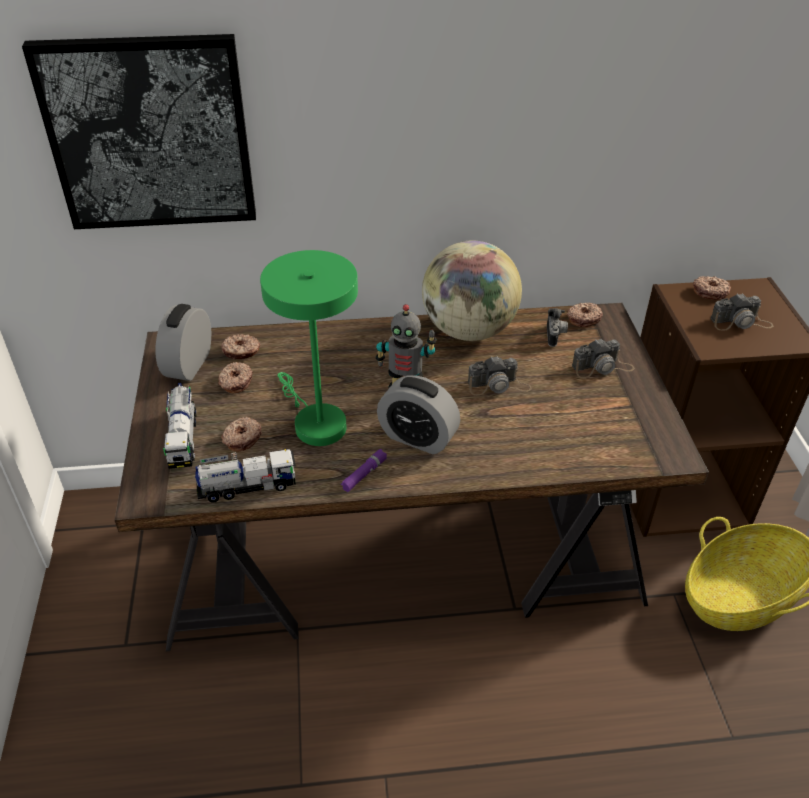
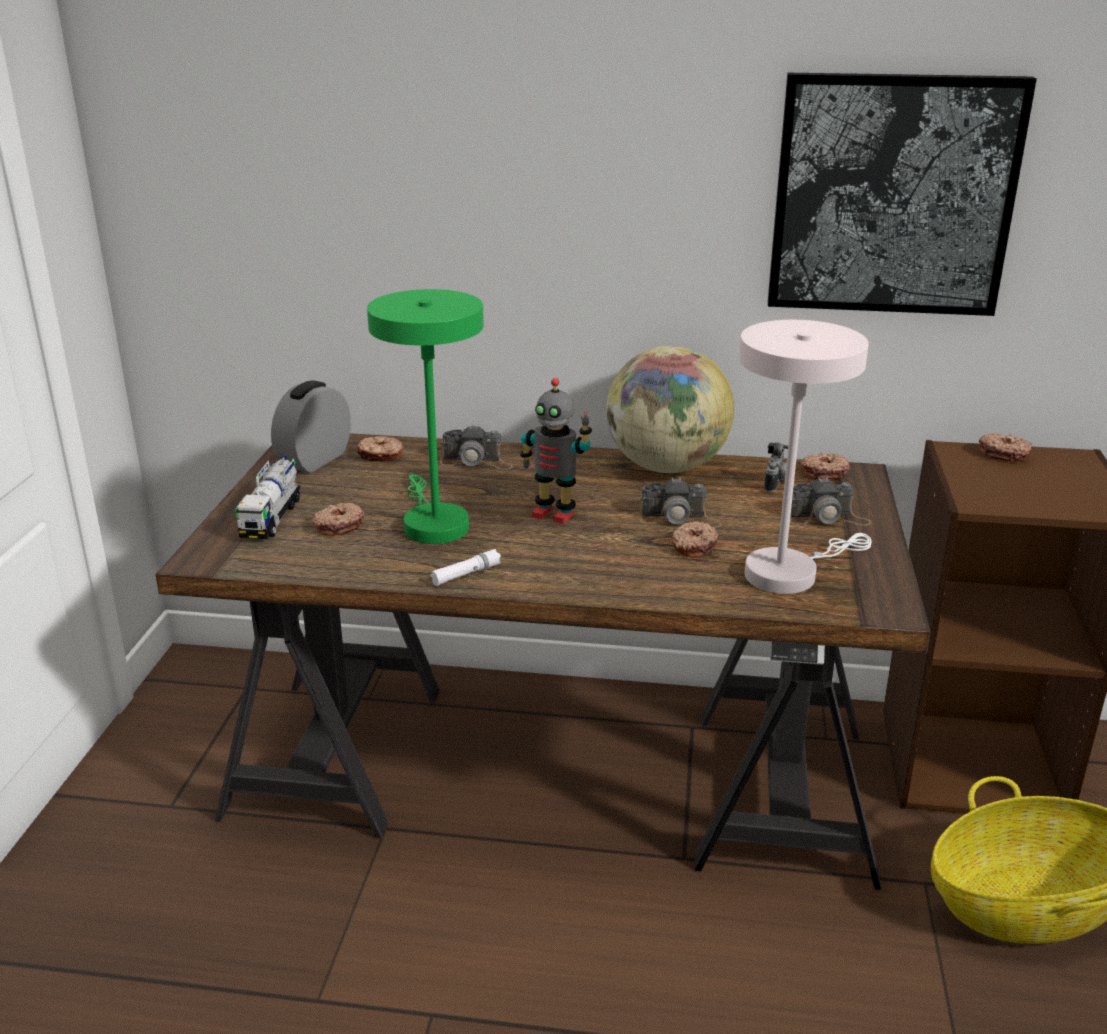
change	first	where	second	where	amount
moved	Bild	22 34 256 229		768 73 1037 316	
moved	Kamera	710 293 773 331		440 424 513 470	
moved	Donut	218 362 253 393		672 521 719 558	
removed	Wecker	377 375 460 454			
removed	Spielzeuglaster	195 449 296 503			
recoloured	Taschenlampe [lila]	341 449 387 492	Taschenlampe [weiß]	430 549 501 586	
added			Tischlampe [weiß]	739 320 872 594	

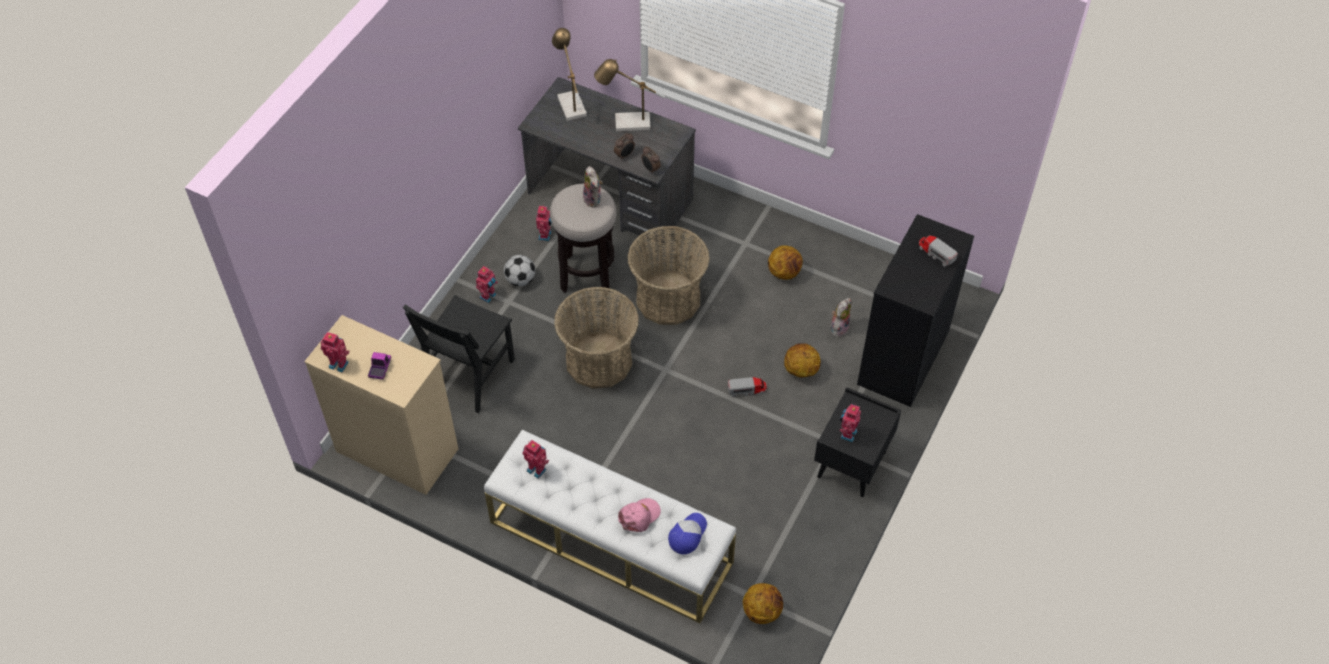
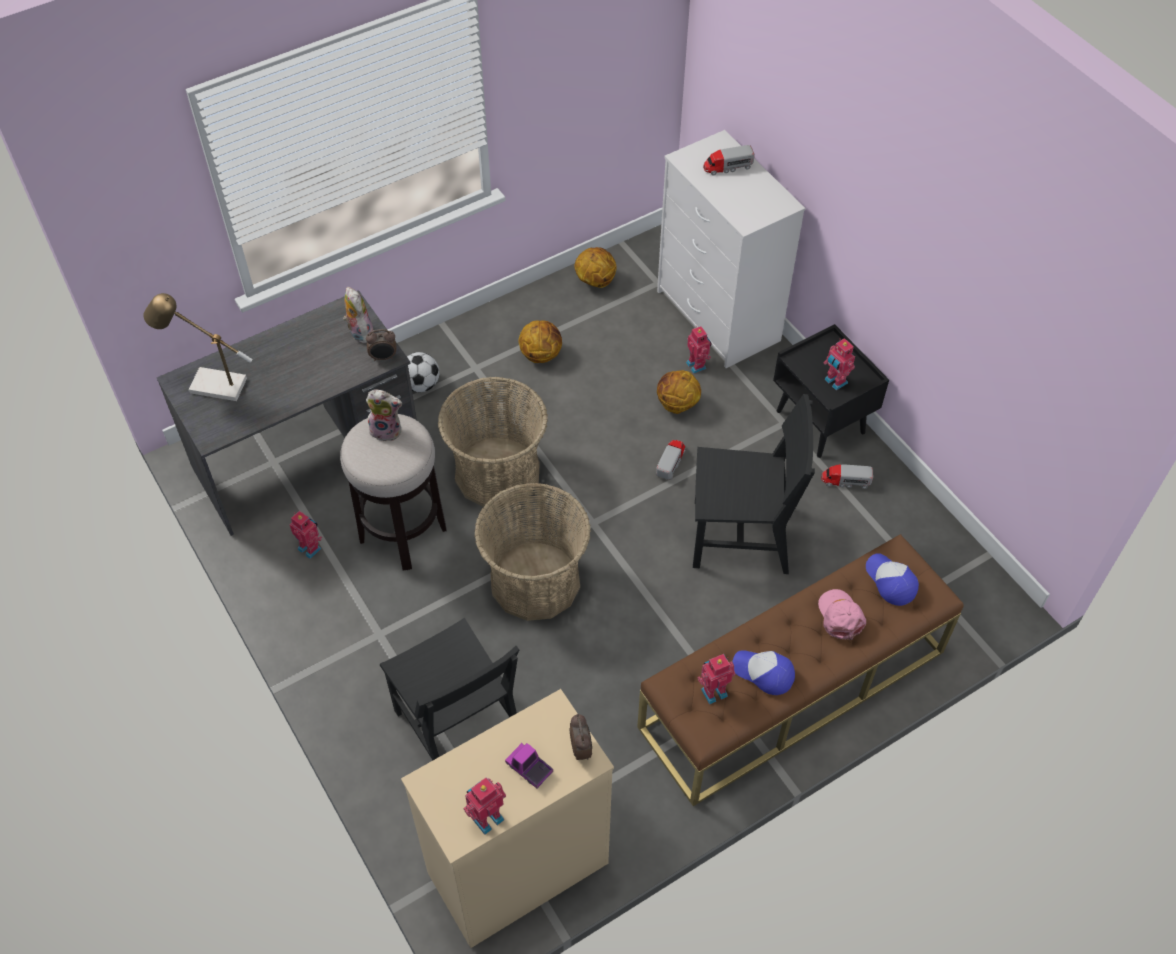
change	first	where	second	where	amount
removed	Tischlampe	594 59 665 131			
moved	Wecker	614 133 635 160		570 714 592 760	
recoloured	Kommode [schwarz]	857 214 974 407	Kommode [weiß]	657 130 805 368	
moved	Fußball	504 255 535 286		407 352 439 392	
moved	Spielzeugroboter	476 266 498 303		686 326 712 374	
moved	Plüschtier	831 298 851 337		343 287 373 343	
recoloured	Bank [weiß]	484 430 736 623	Bank [braun]	637 534 964 806	
moved	Basketball	743 583 783 624		574 247 617 288	
added			Stuhl [schwarz]	693 394 815 574	
added			Spielzeuglaster	821 464 873 489	
added			Kappe	733 650 795 695	

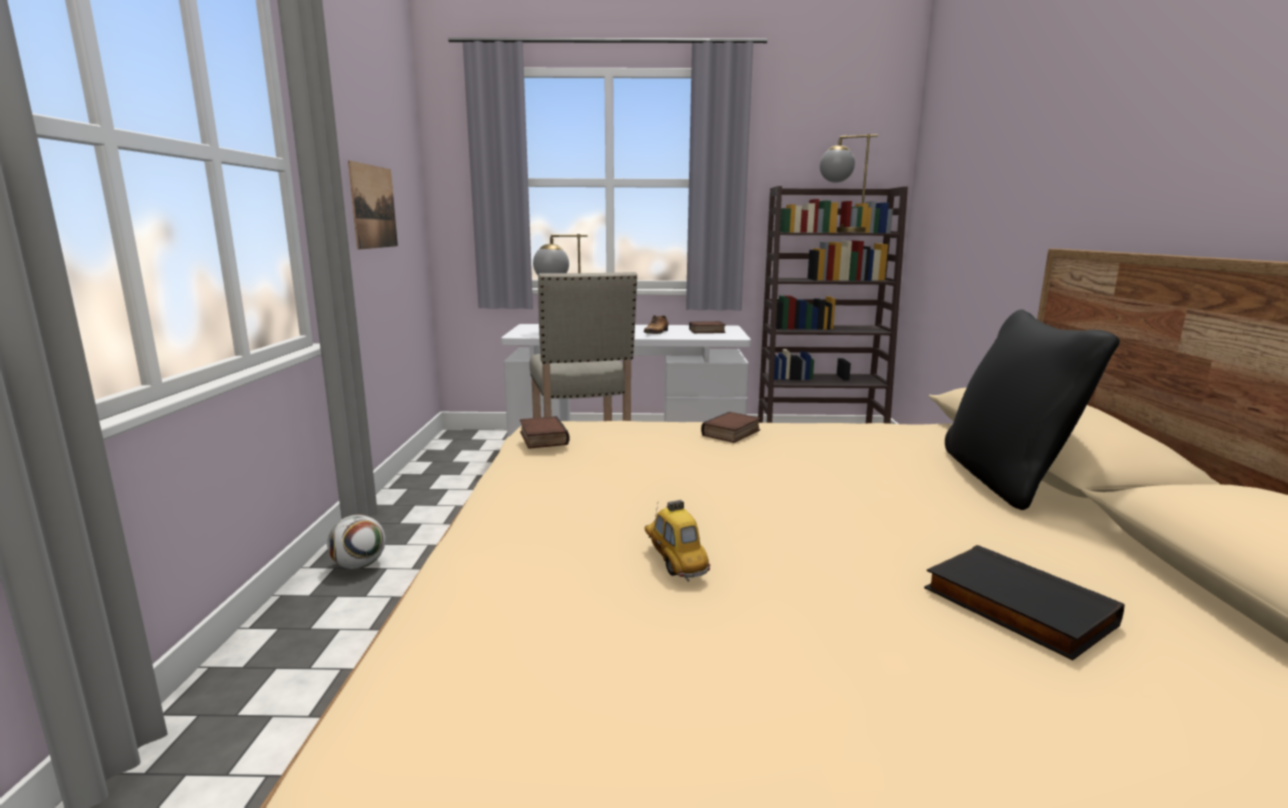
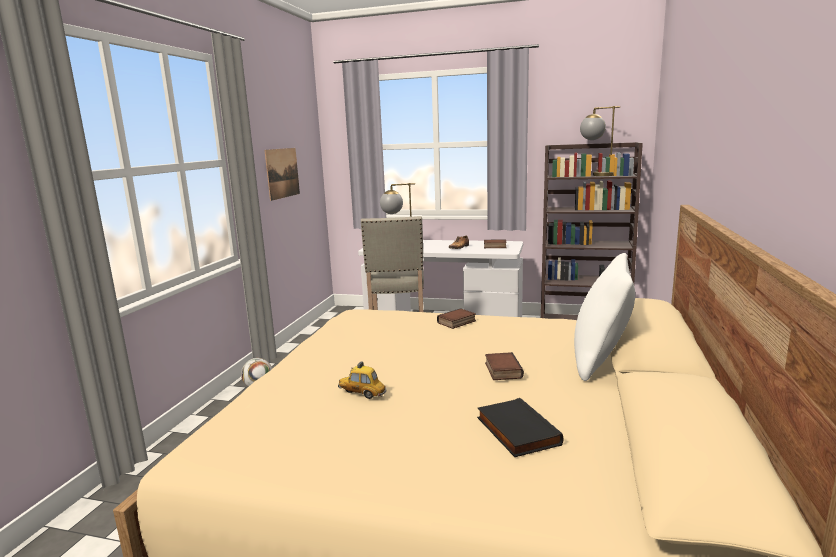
change	first	where	second	where	amount
recoloured	Kissen [schwarz]	945 309 1120 510	Kissen [weiß]	574 253 635 381	
moved	Buch	520 416 569 449		485 352 524 380	
turned	Spielzeugauto	645 500 710 582		338 361 386 399	60 degrees counterclockwise

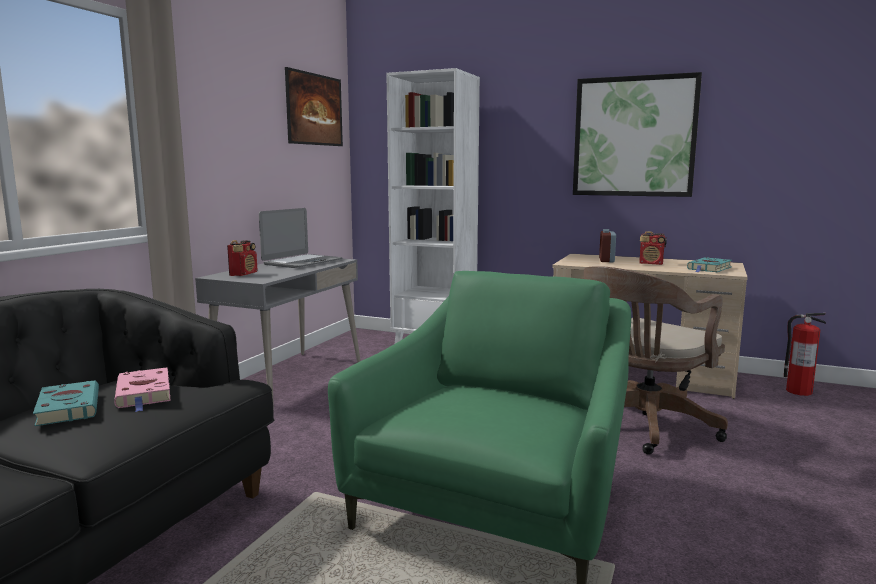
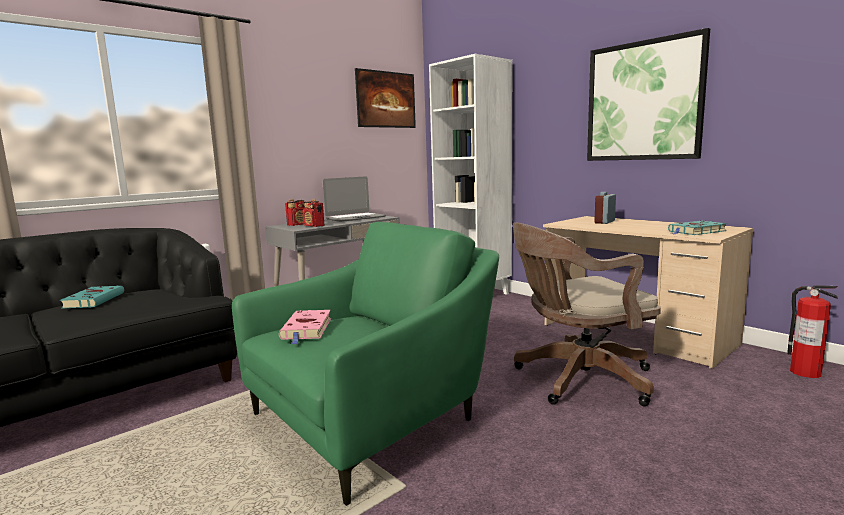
change	first	where	second	where	amount
moved	Radio	639 231 667 265		302 199 325 227	
moved	Buch [rosa]	114 367 171 412		279 310 331 344	

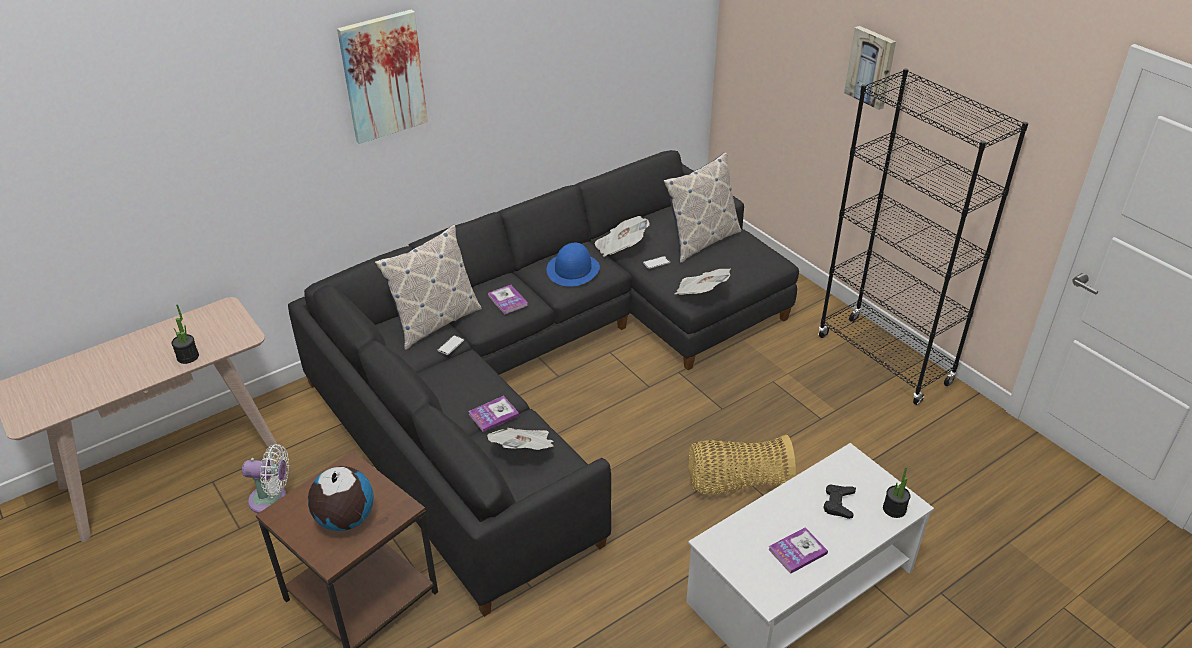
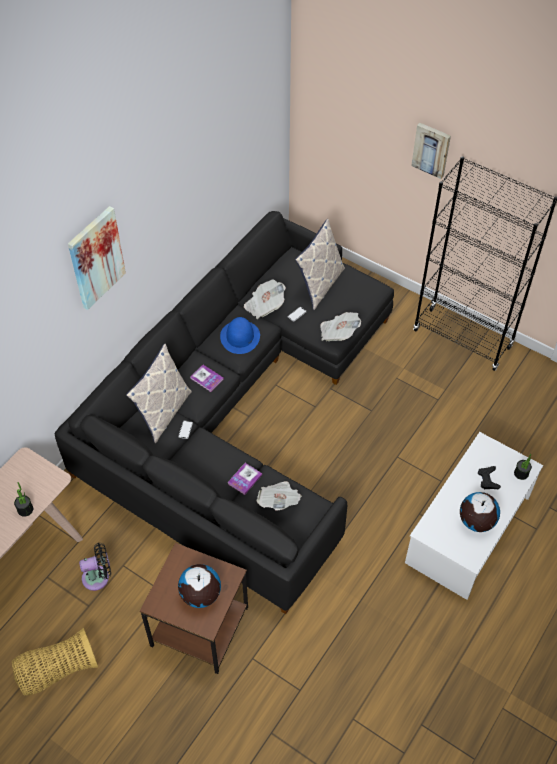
change	first	where	second	where	amount
moved	Korb	688 435 796 494		12 628 98 695	
recoloured	Ventilator [weiß]	242 444 289 513	Ventilator [schwarz]	79 543 111 591	
replaced	Buch	768 527 828 574	Globus	460 492 500 532	

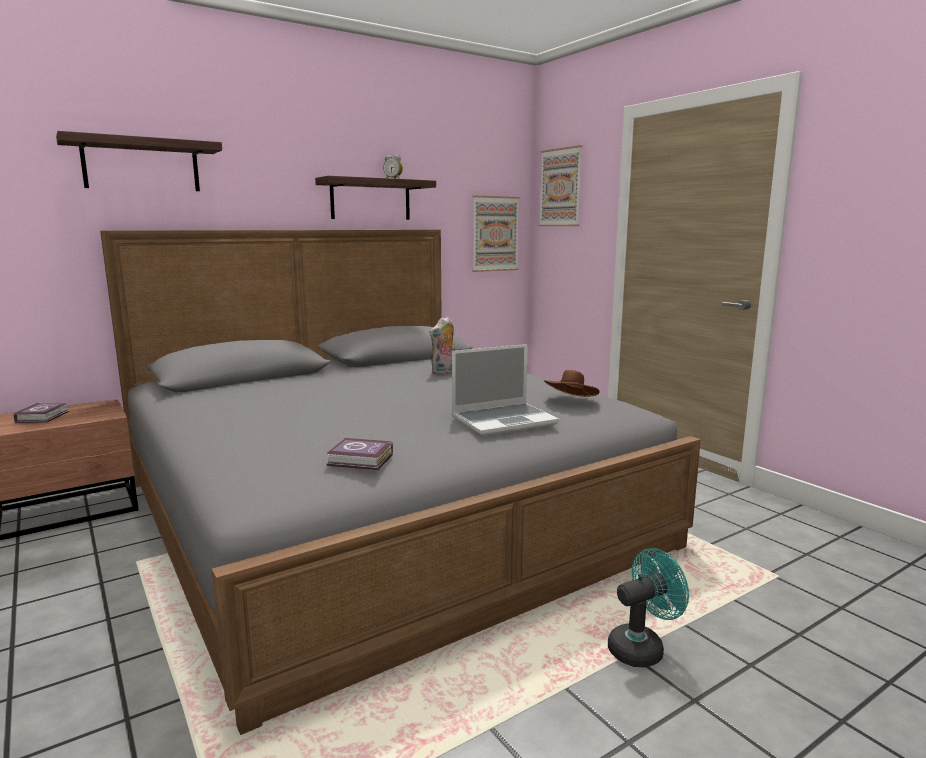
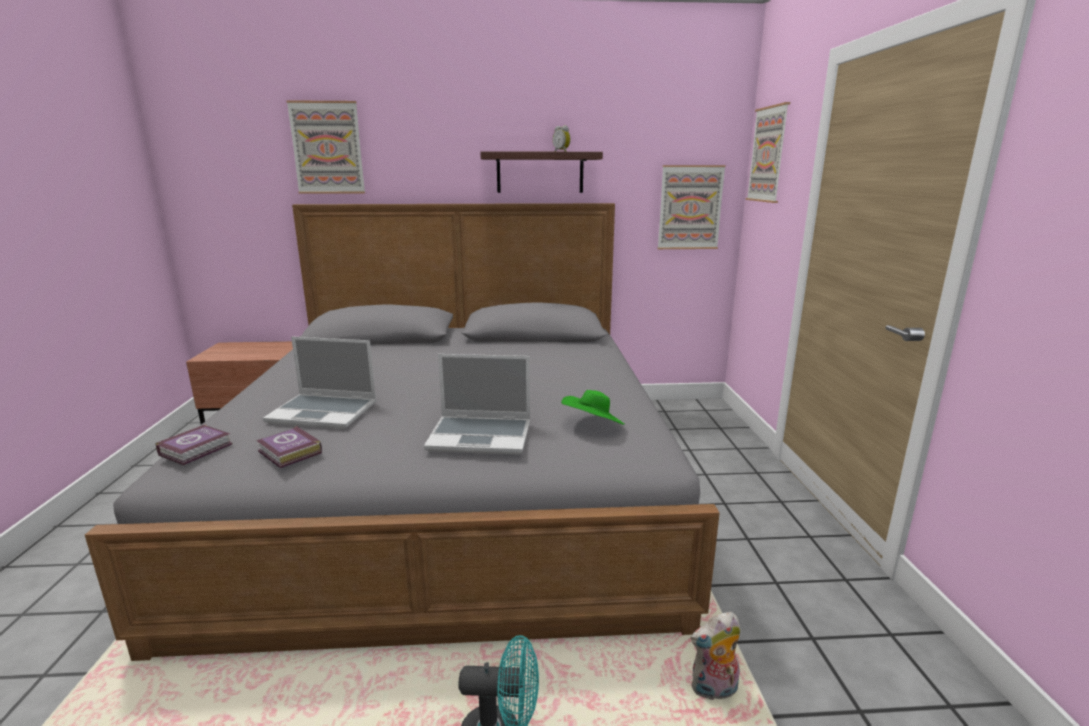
change	first	where	second	where	amount
replaced	Wandregal	56 131 222 191	Bild	286 100 365 194	
moved	Plüschtier	429 316 455 375		691 612 741 700	
recoloured	Hut [braun]	544 370 599 397	Hut [grün]	561 390 625 425	
moved	Buch	14 403 69 423		155 424 233 465	
added			Laptop	263 337 377 429	

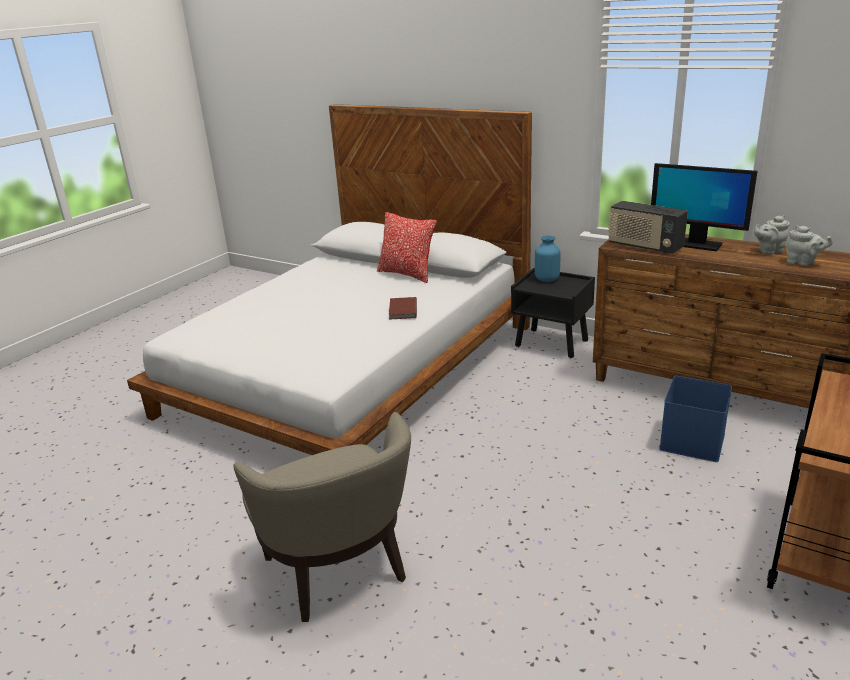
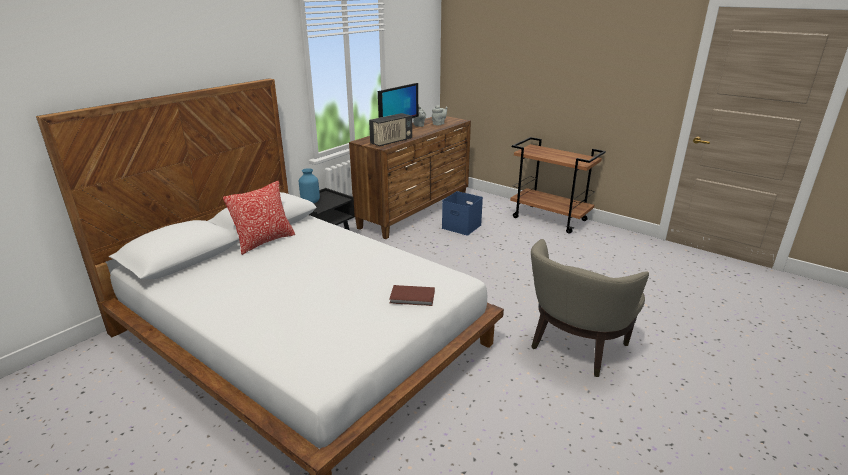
change	first	where	second	where	amount
moved	Buch [braun]	389 297 417 320		390 285 435 306	
turned	Sessel [beige]	233 412 411 622		531 239 649 377	150 degrees clockwise

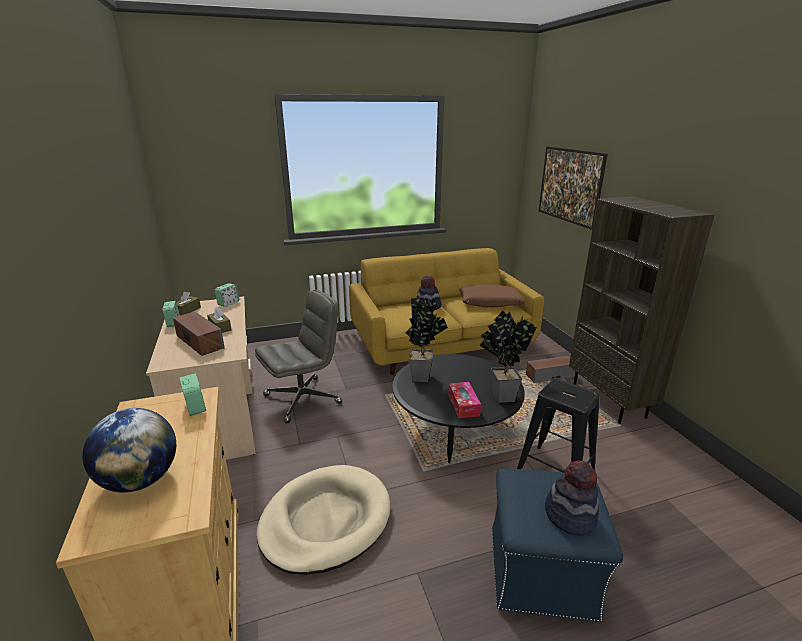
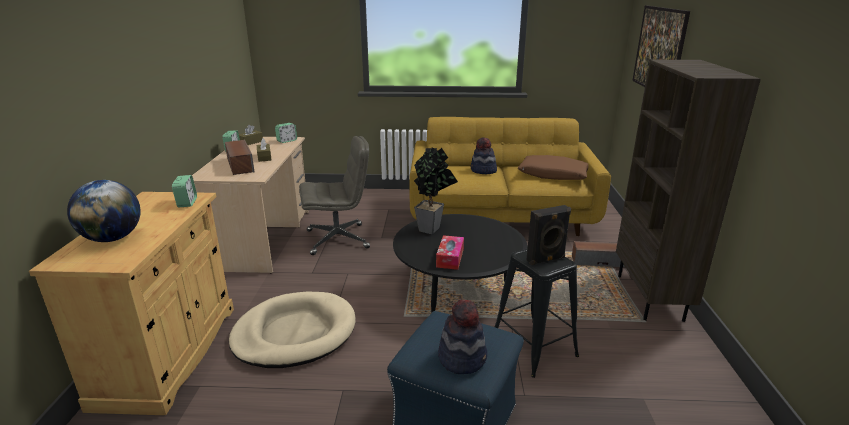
change	first	where	second	where	amount
removed	Topfpflanze	479 311 537 403			
added			Lautsprecher [schwarz]	526 205 571 265	

